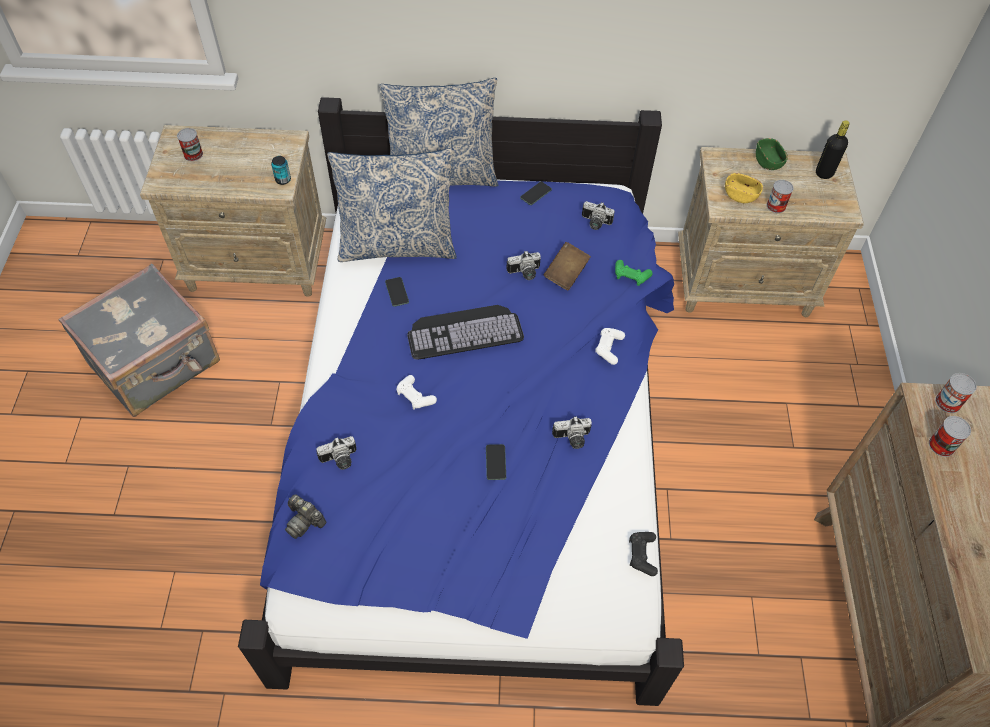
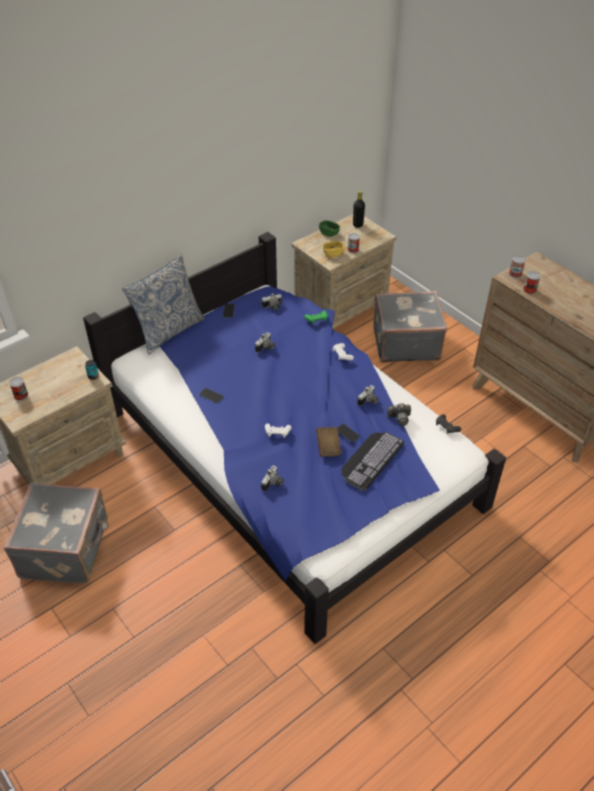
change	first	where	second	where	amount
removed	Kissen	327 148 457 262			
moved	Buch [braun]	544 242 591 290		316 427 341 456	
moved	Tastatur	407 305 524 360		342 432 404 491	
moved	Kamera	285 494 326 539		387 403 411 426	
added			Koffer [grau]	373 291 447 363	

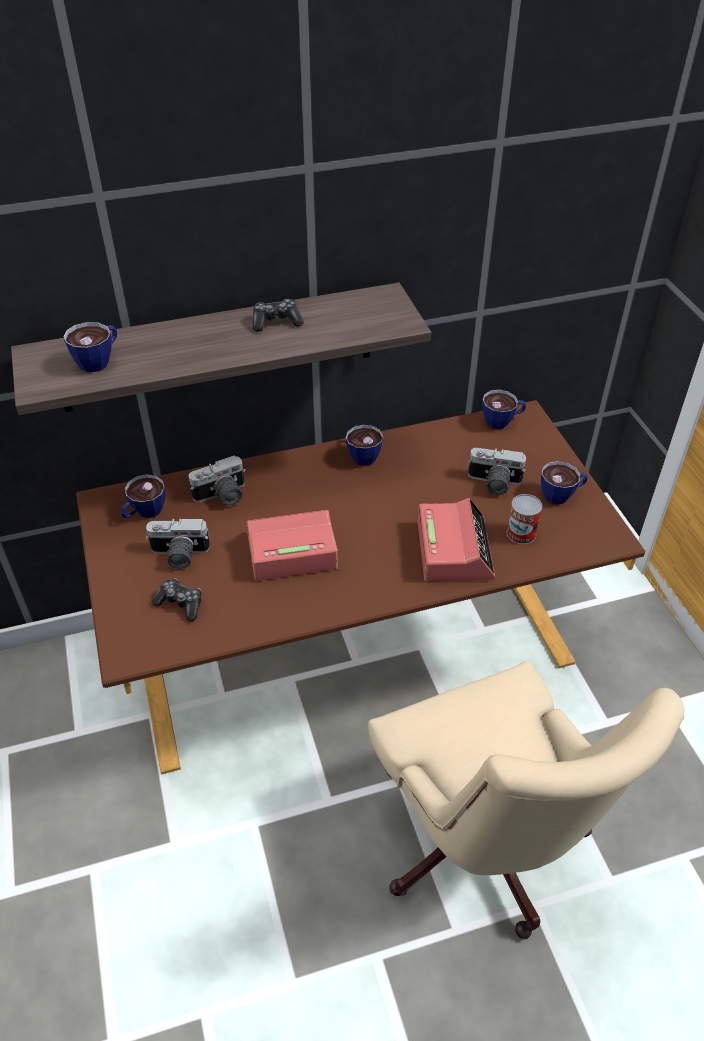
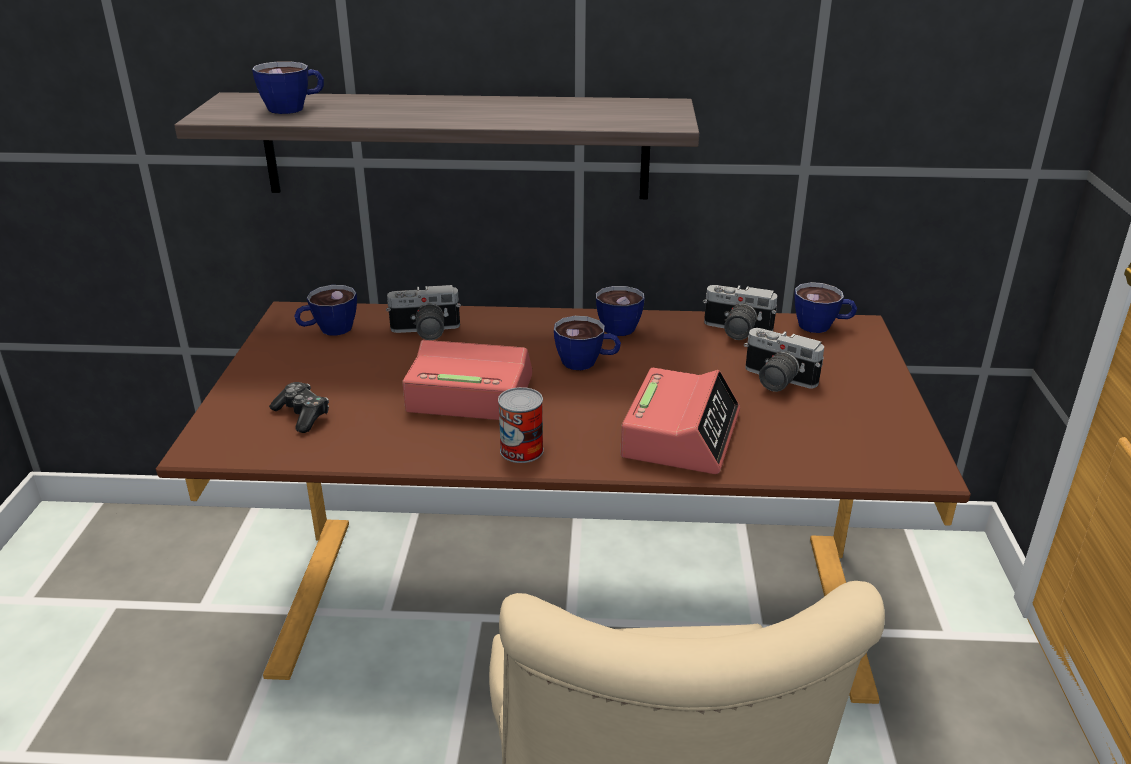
change	first	where	second	where	amount
removed	Gamepad	253 299 304 332			
moved	Tasse	541 461 588 504		554 316 621 370	
moved	Dose	507 494 542 544		498 387 544 463	
moved	Kamera	145 519 210 569		703 285 777 340	

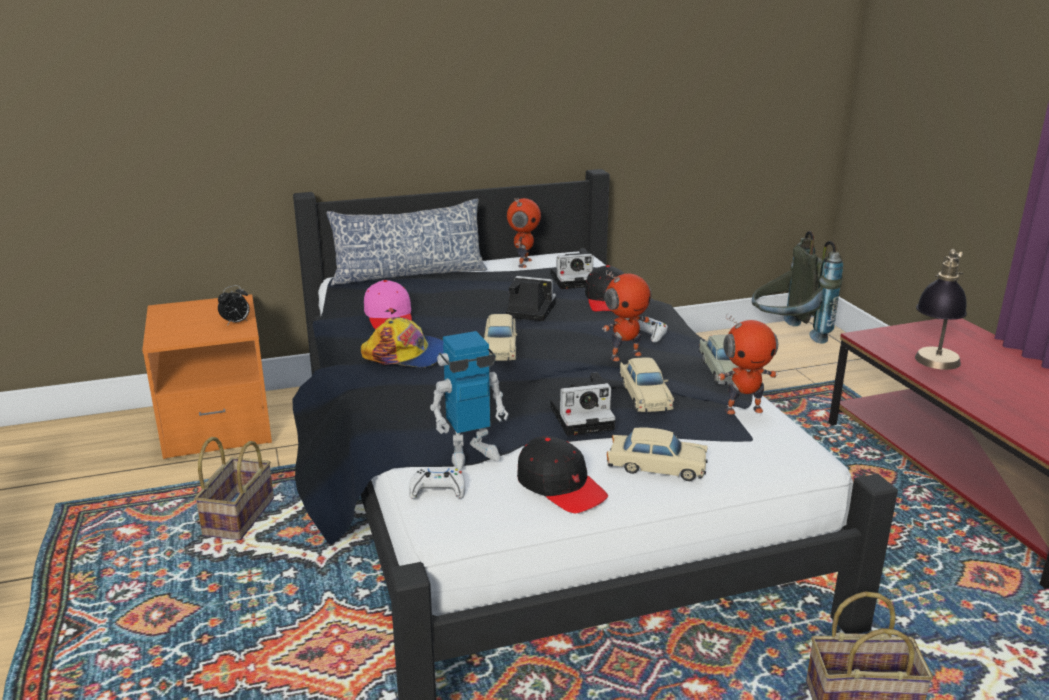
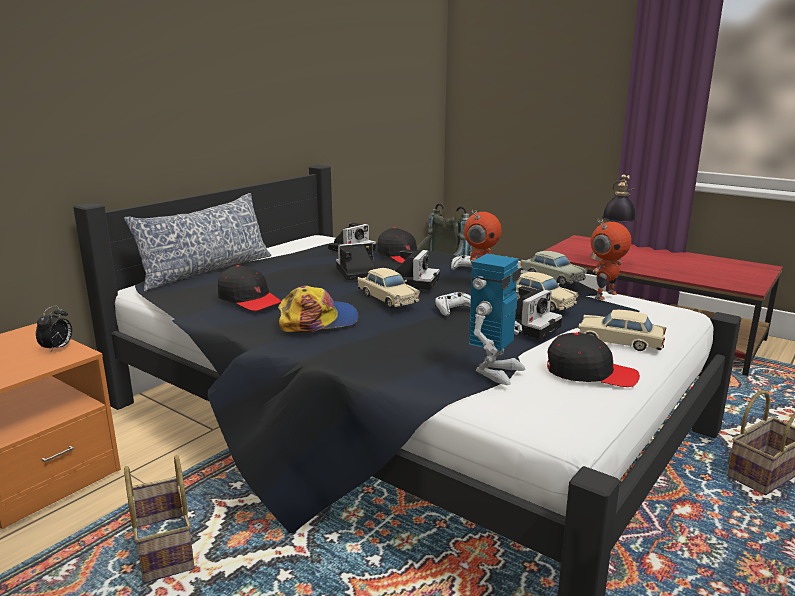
change	first	where	second	where	amount
removed	Spielzeugroboter	507 198 541 268			
recoloured	Kappe [rosa]	364 280 412 329	Kappe [schwarz]	218 265 281 311	
turned	Spielzeugauto [beige]	607 428 708 481		578 310 667 351	135 degrees counterclockwise
moved	Gamepad [weiß]	409 468 465 499		435 292 471 316	
added			Kamera	395 250 440 290	

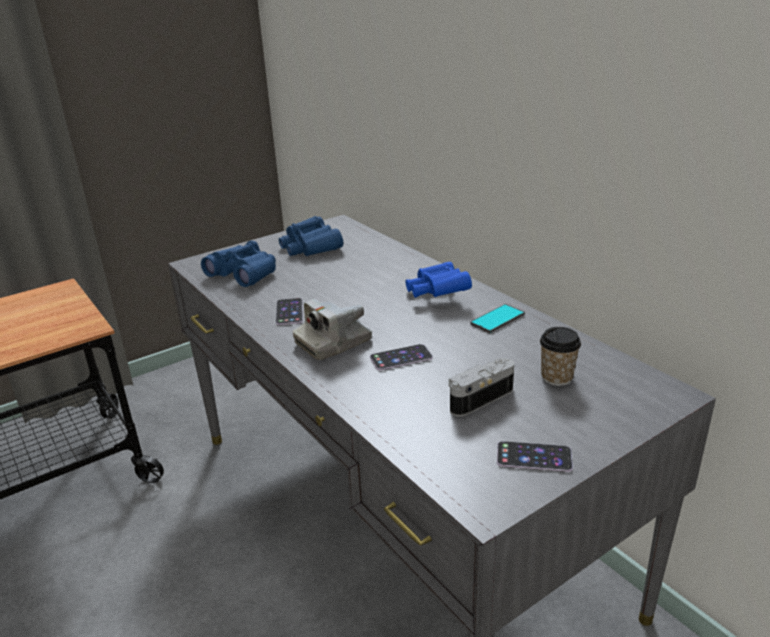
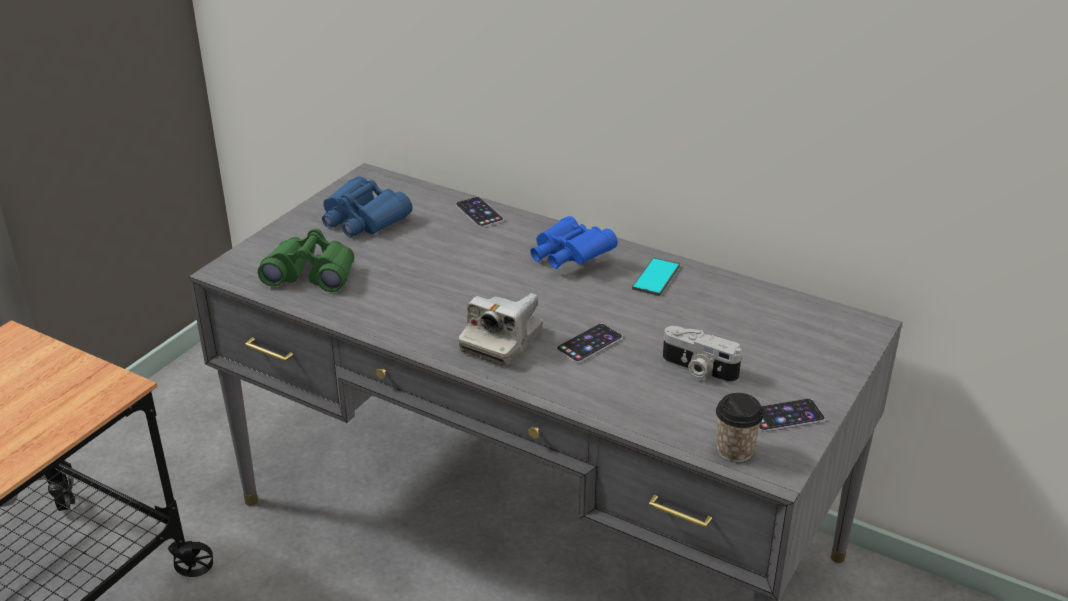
change	first	where	second	where	amount
recoloured	Fernglas [blau]	201 240 276 287	Fernglas [grün]	258 229 354 292	
moved	Handy	276 298 303 325		456 197 504 228	
moved	Tasse	540 327 581 386		716 393 764 462	
turned	Kamera	449 358 514 417		663 326 742 383	90 degrees counterclockwise

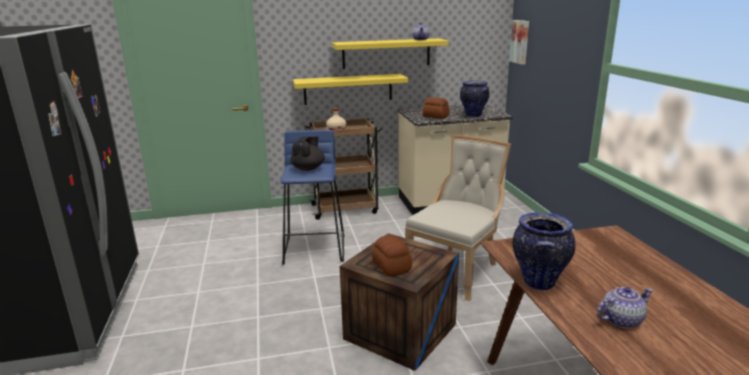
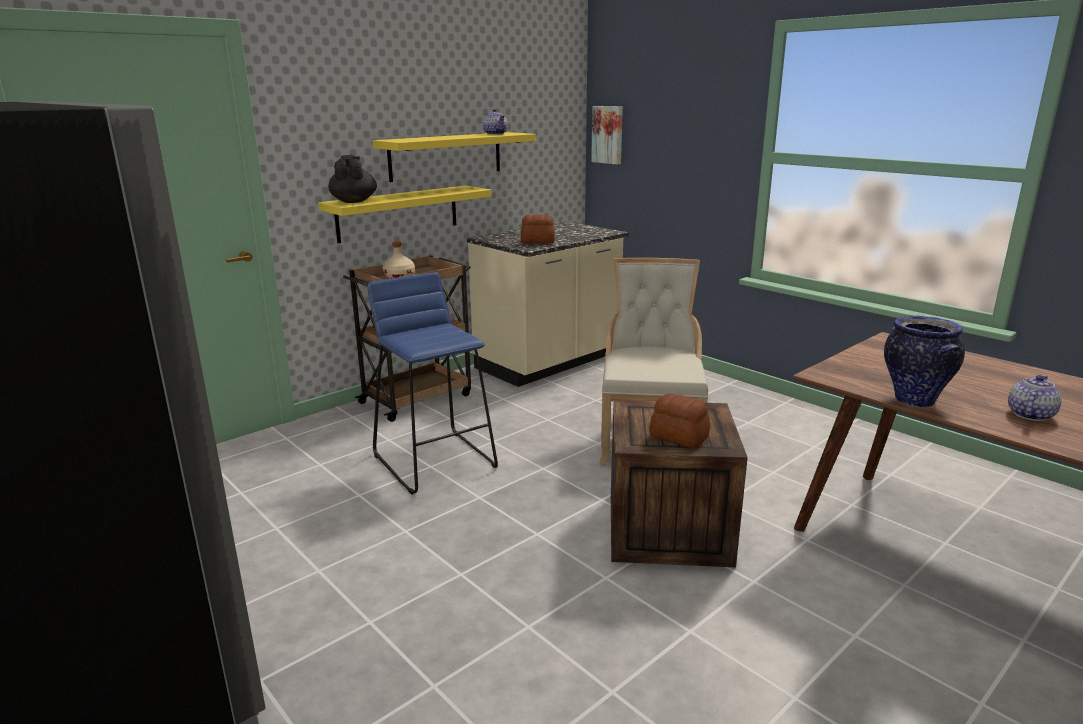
change	first	where	second	where	amount
removed	Vase	460 80 490 117			
moved	Teekanne [schwarz]	290 136 325 171		328 155 377 203	

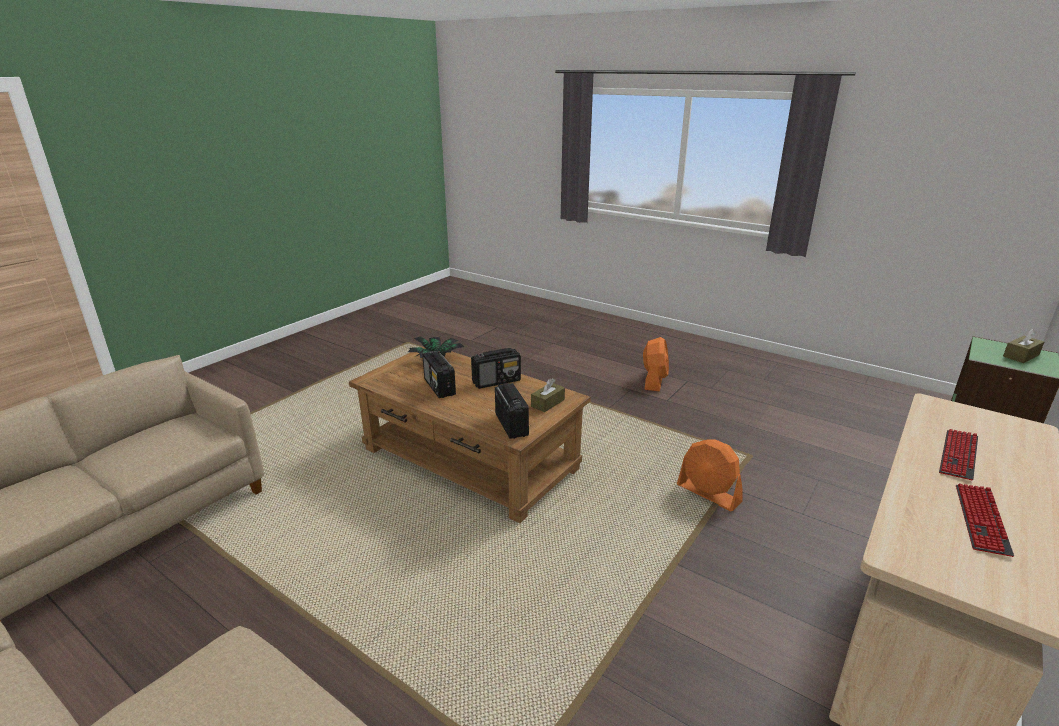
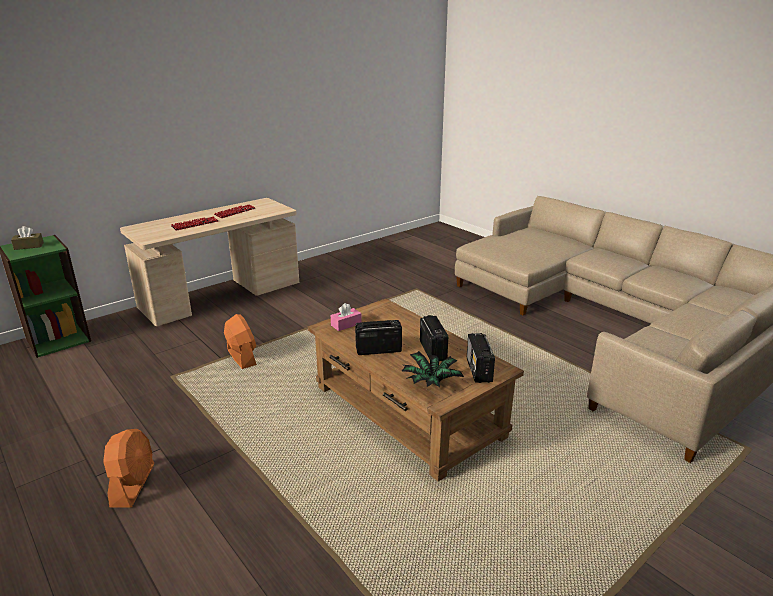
change	first	where	second	where	amount
turned	Ventilator [orange]	643 337 669 392		103 429 154 508	150 degrees clockwise
recoloured	Taschentuchbox [braun]	531 378 565 412	Taschentuchbox [rosa]	331 303 362 331	
moved	Radio	495 383 529 439		467 333 495 383	

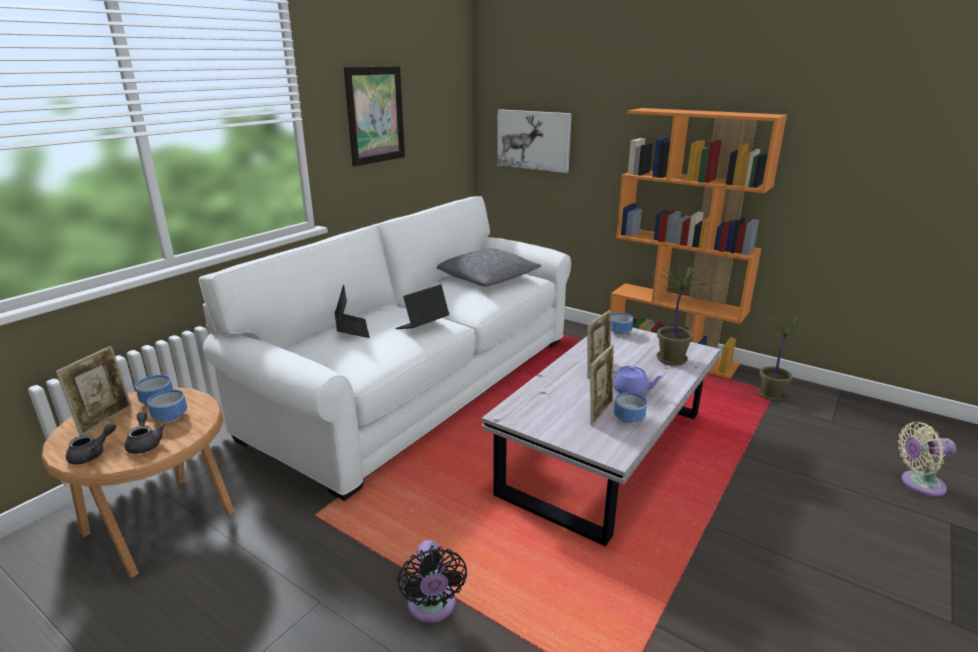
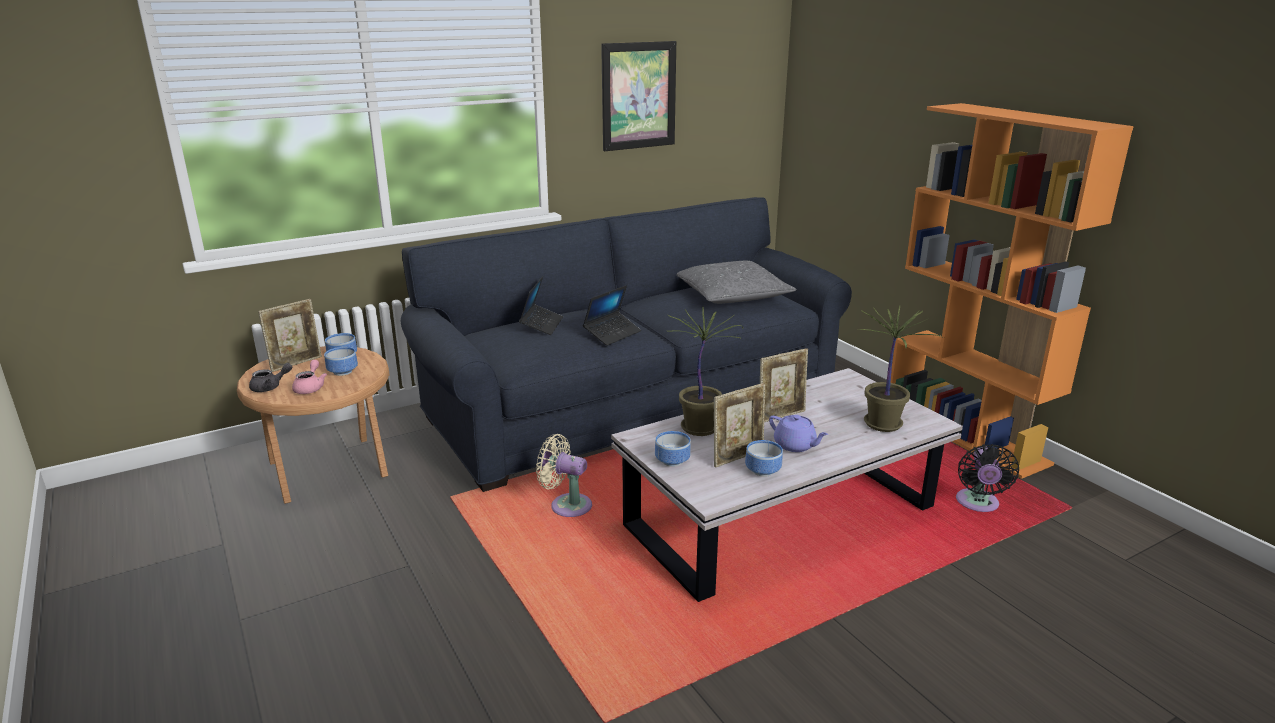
change	first	where	second	where	amount
removed	Bild	497 109 572 173			
recoloured	Sofa [weiß]	199 196 571 501	Sofa [blau]	401 197 852 492	
turned	Laptop	395 284 449 329		583 285 641 346	150 degrees clockwise
moved	Schüssel	611 313 633 335		655 431 691 467	
moved	Topfpflanze	758 314 822 401		668 307 743 436	
recoloured	Teekanne [grau]	125 411 165 454	Teekanne [rosa]	292 360 327 394	
moved	Ventilator [beige]	898 422 956 497		536 434 592 517	
moved	Ventilator [schwarz]	397 540 467 623		956 444 1019 512	

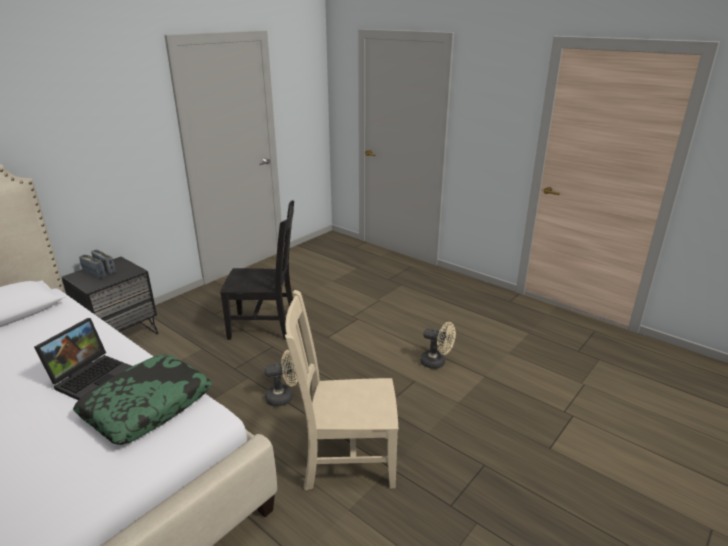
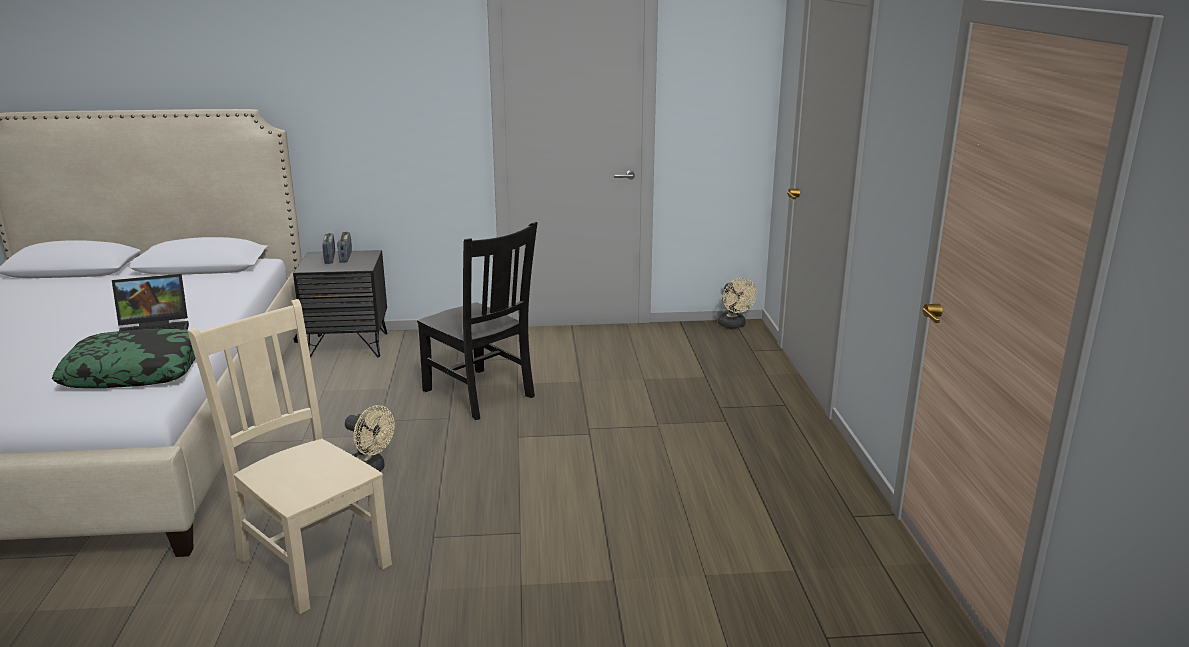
change	first	where	second	where	amount
moved	Ventilator [beige]	420 322 456 369		718 278 757 328	

